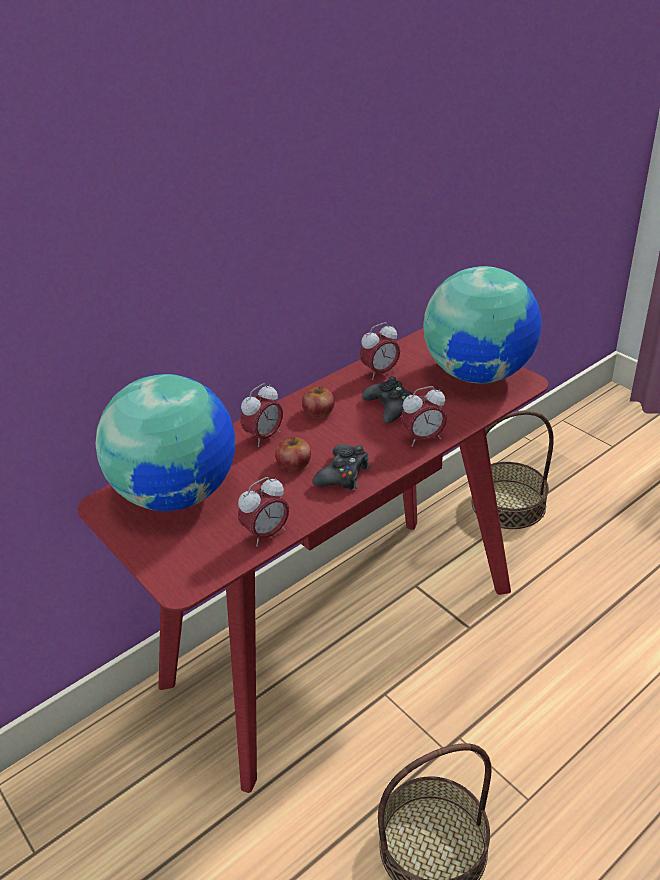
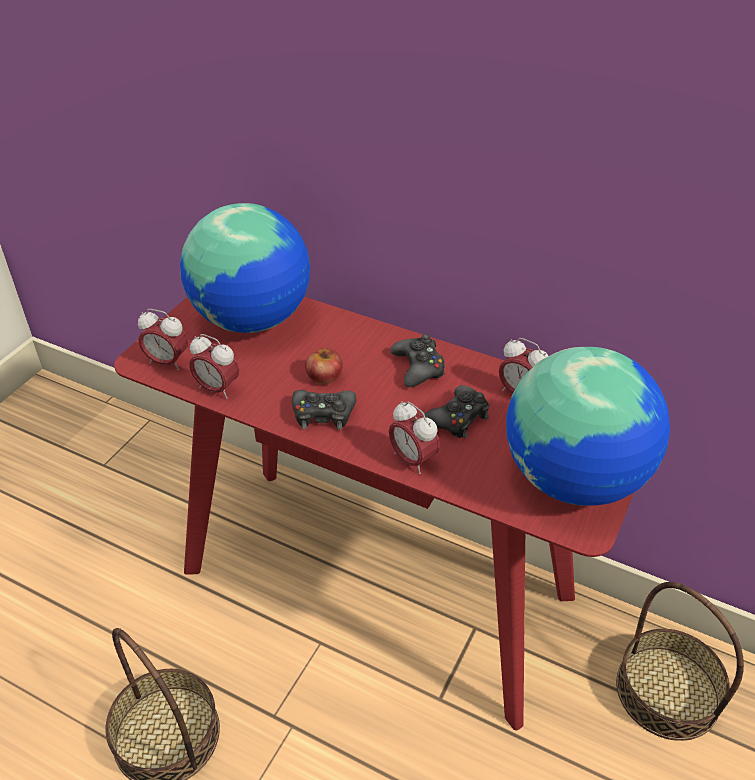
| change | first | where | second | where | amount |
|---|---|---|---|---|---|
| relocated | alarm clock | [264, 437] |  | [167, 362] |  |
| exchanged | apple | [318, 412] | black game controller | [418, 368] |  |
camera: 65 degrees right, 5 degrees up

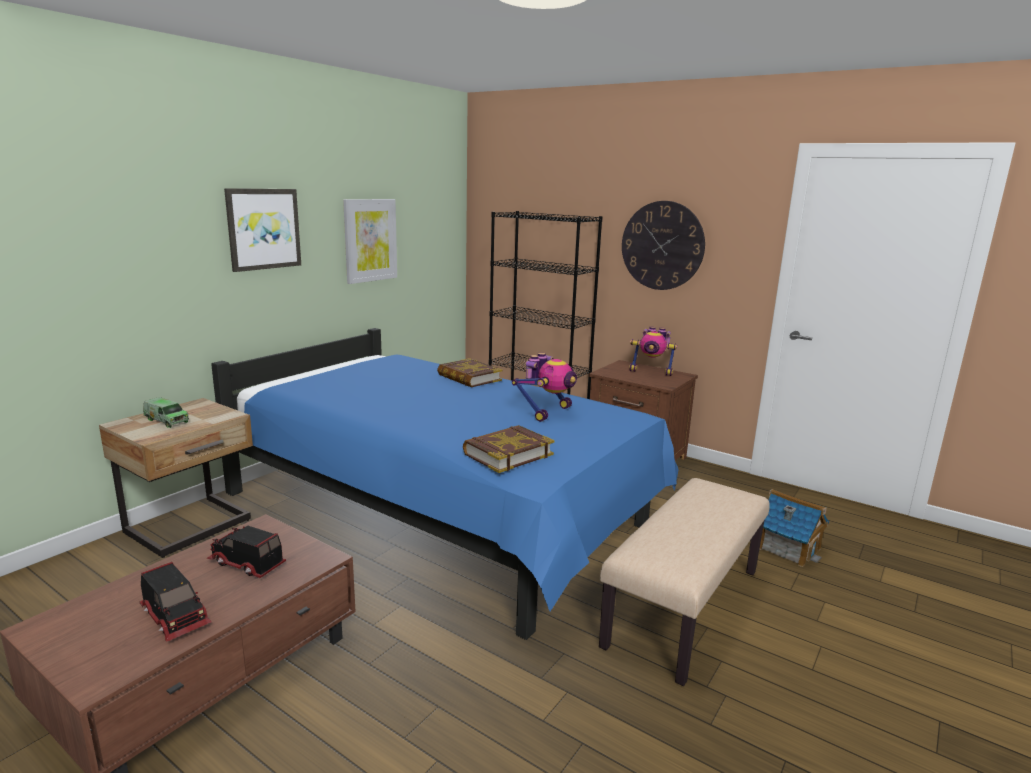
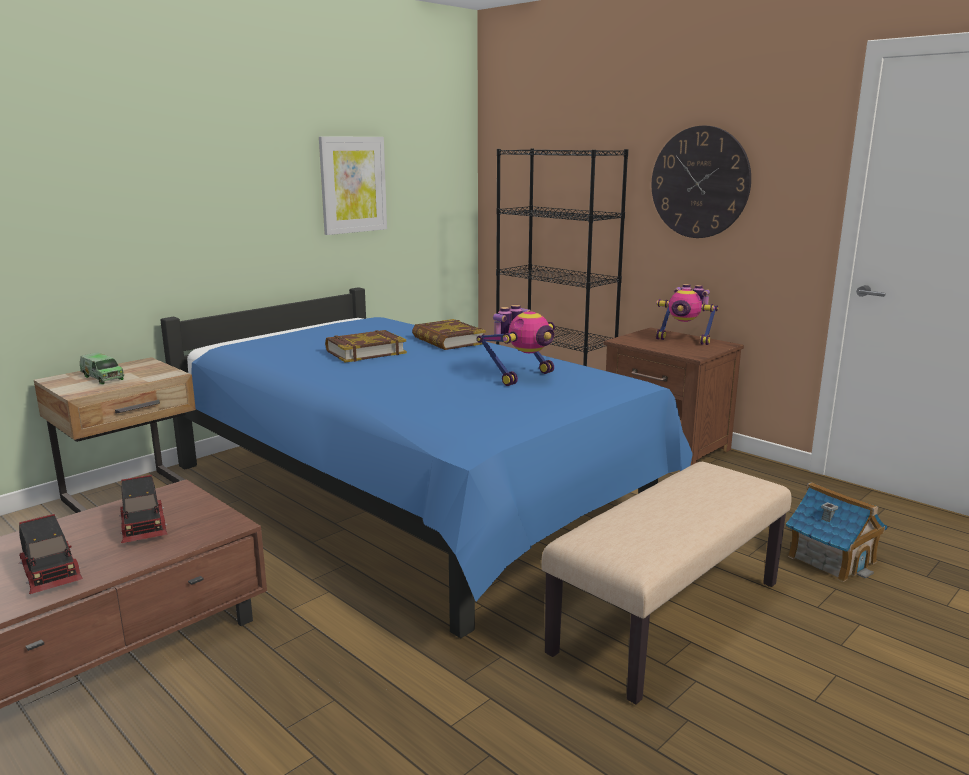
| change | first | where | second | where | amount |
|---|---|---|---|---|---|
| spun | toy truck | [246, 564] |  | [144, 526] | 150 degrees counterclockwise |
| relocated | book | [507, 454] |  | [365, 352] |  |
| missing | picture | [263, 229] |  |  |  |
camera: 10 degrees right, 0 degrees up

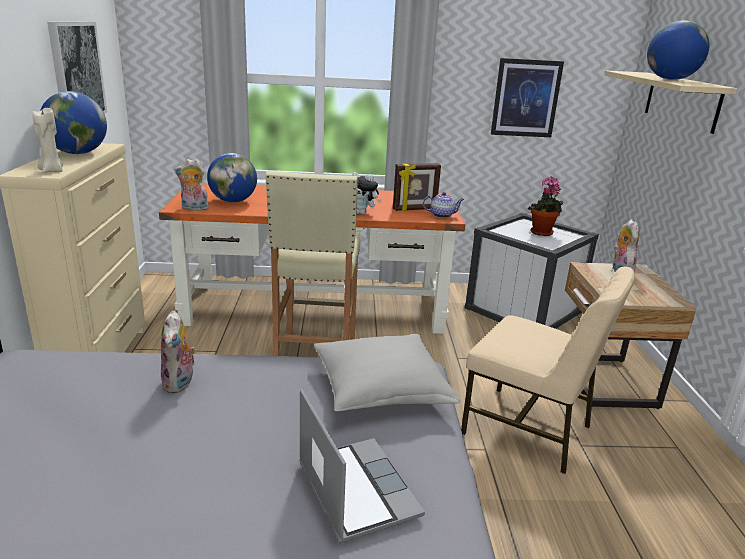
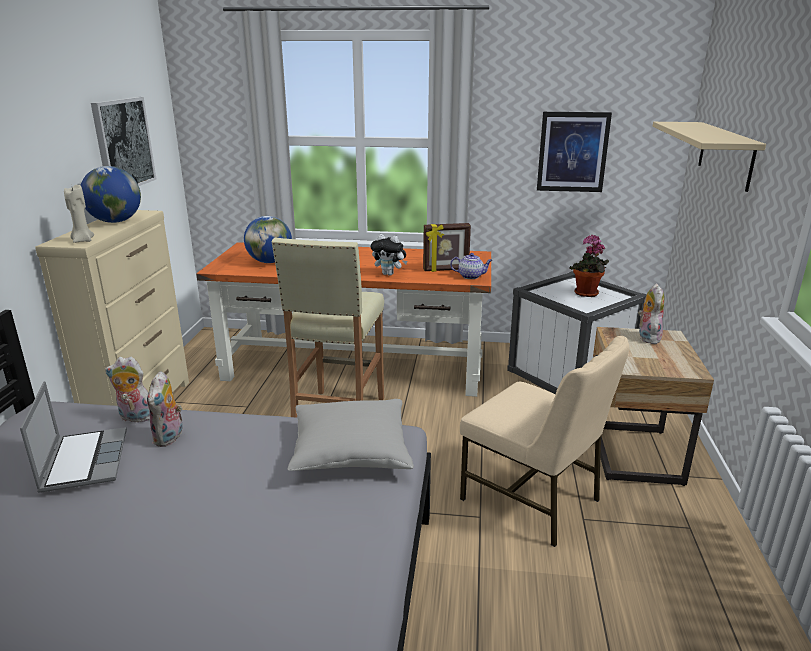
| change | first | where | second | where | amount |
|---|---|---|---|---|---|
| relocated | laptop | [355, 489] |  | [84, 460] |  |
| relocated | plush toy | [193, 209] |  | [135, 418] |  |
| missing | globe | [670, 79] |  |  |  |
camera: 10 degrees right, 0 degrees up

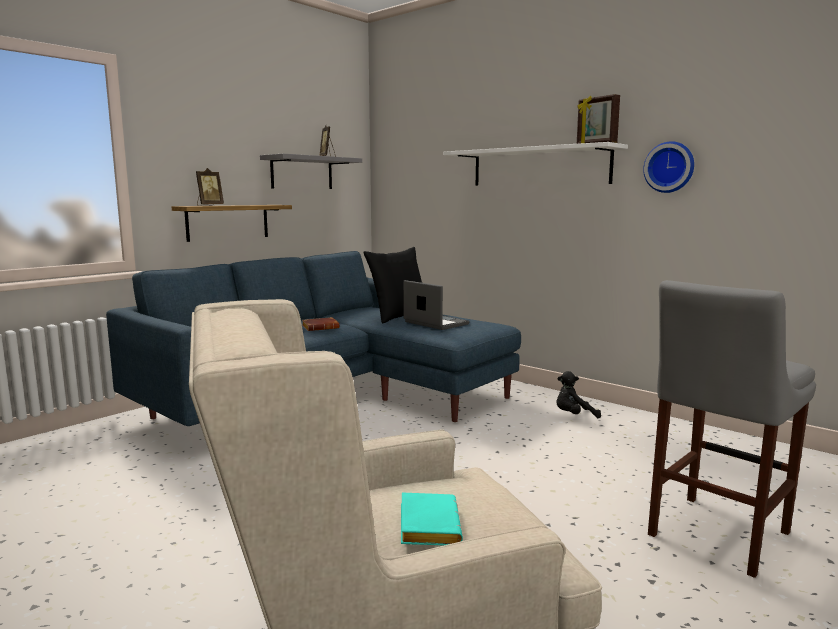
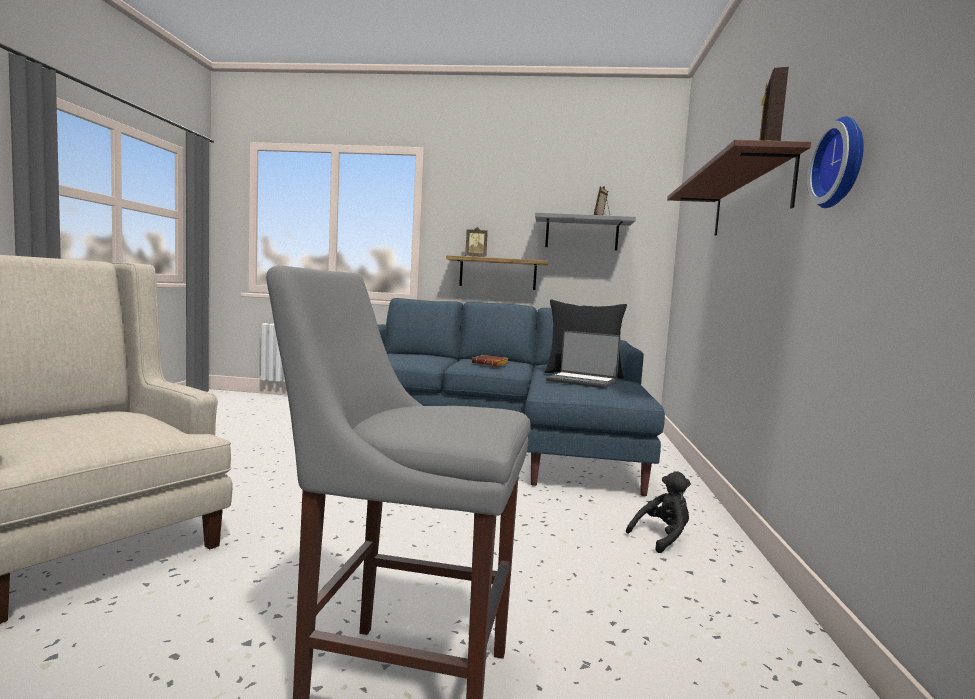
| change | first | where | second | where | amount |
|---|---|---|---|---|---|
| spun | laptop | [435, 323] |  | [582, 381] | 105 degrees clockwise |
| spun | black plush toy | [574, 416] |  | [662, 538] | 105 degrees clockwise |
| colour | white shelf | [539, 167] | brown shelf | [750, 200] |  |
| missing | turquoise book | [426, 525] |  |  |  |
camera: 55 degrees right, 5 degrees down

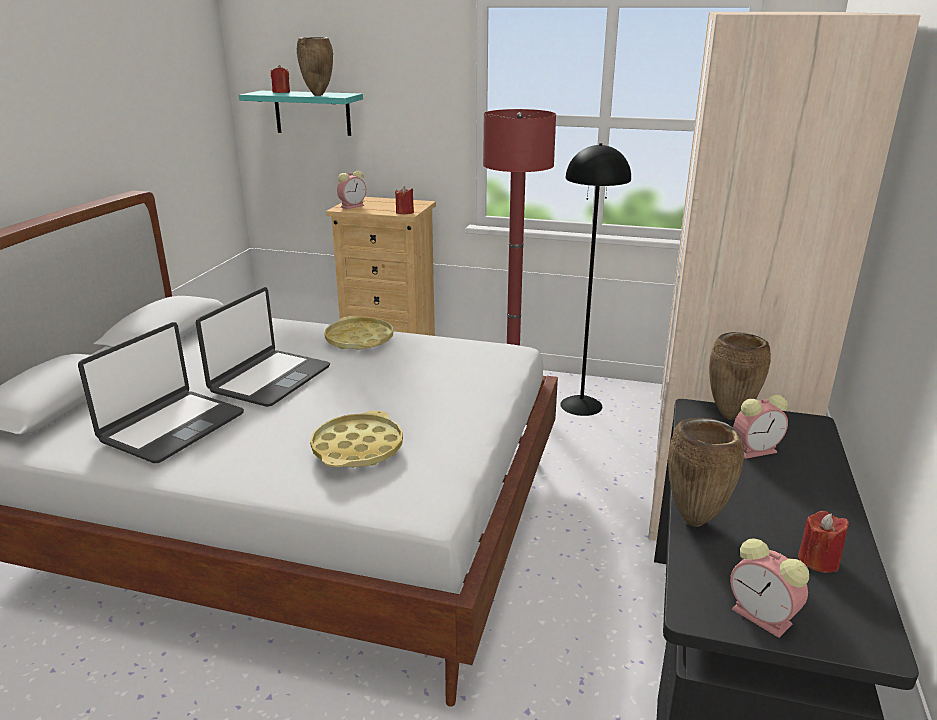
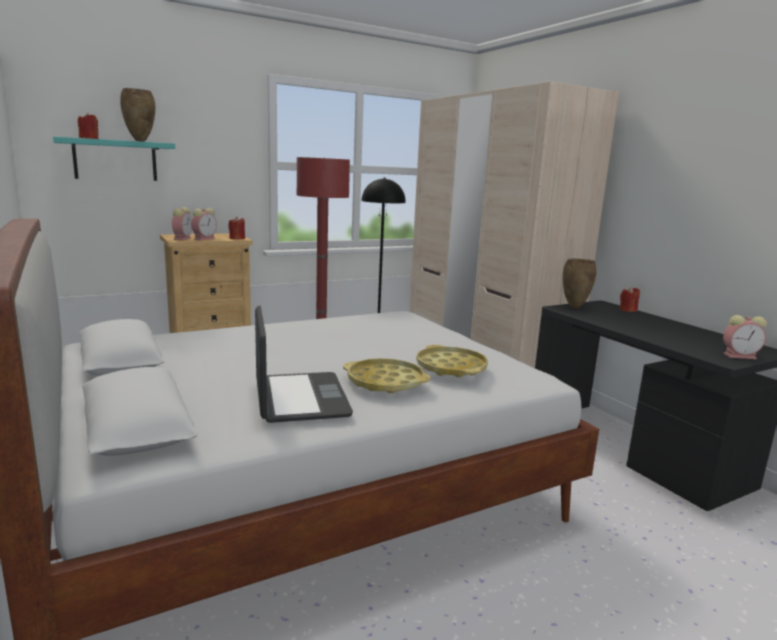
| change | first | where | second | where | amount |
|---|---|---|---|---|---|
| relocated | alarm clock | [756, 450] |  | [205, 239] |  |
| relocated | yellow tray | [359, 340] |  | [385, 382] |  |
| relocated | red candle | [818, 560] |  | [628, 310] |  |
| missing | laptop | [269, 379] |  |  |  |
| missing | brown vase | [695, 521] |  |  |  |
camera: 45 degrees left, 10 degrees down

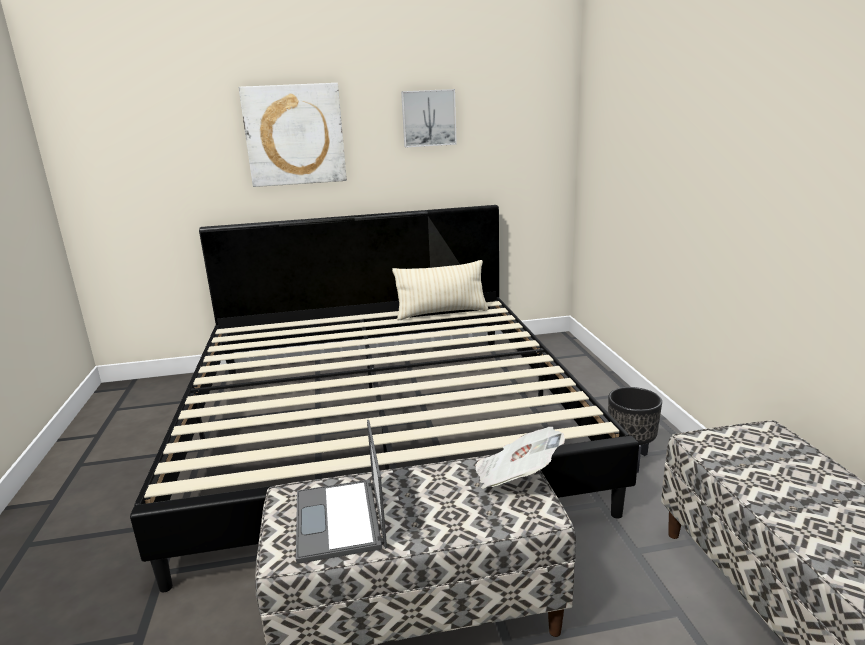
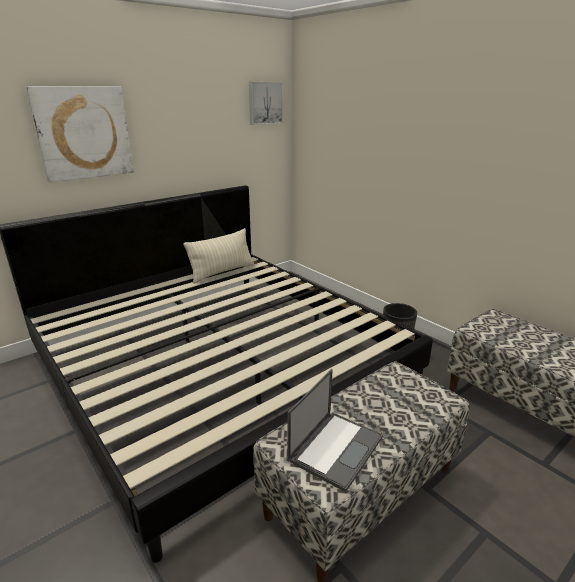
| change | first | where | second | where | amount |
|---|---|---|---|---|---|
| relocated | picture | [428, 118] |  | [265, 103] |  |
| spun | laptop | [340, 520] |  | [336, 447] | 105 degrees counterclockwise |
| missing | newspaper | [516, 477] |  |  |  |
camera: 30 degrees left, 5 degrees up

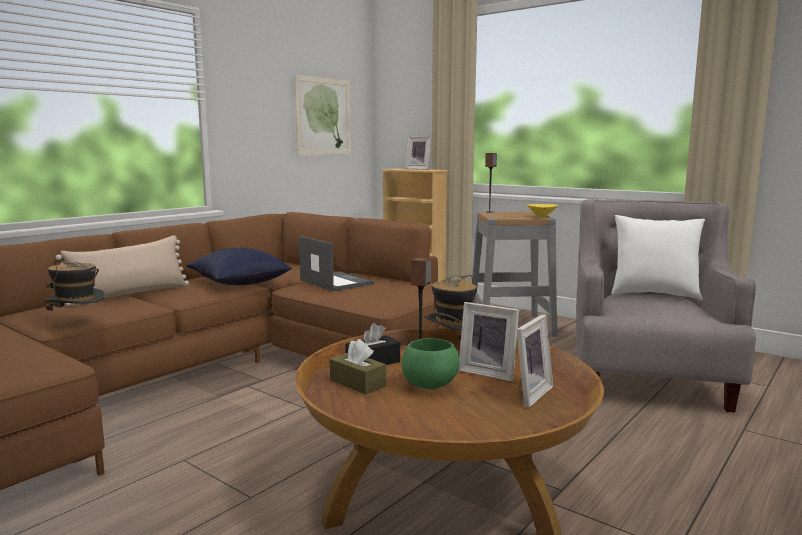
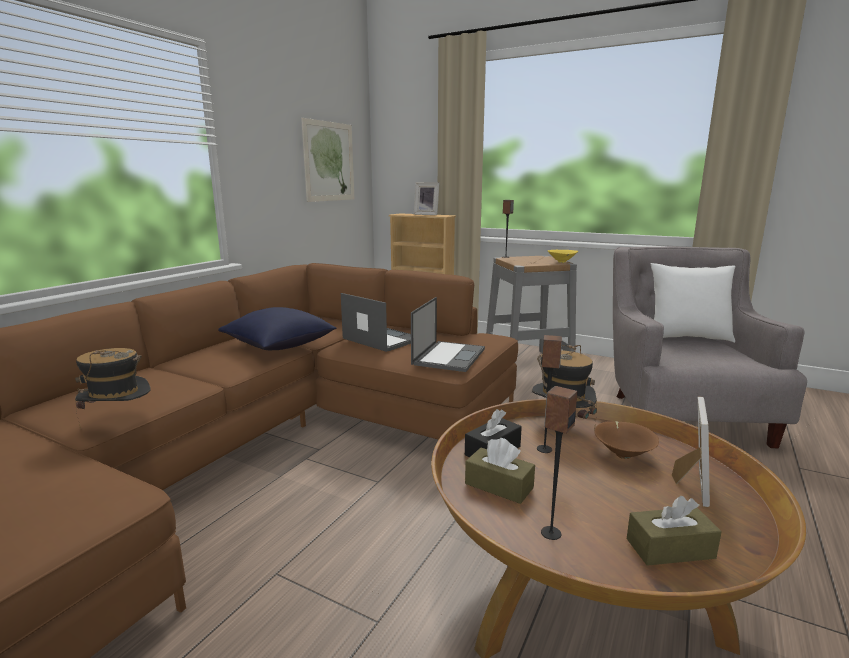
| change | first | where | second | where | amount |
|---|---|---|---|---|---|
| appeared |  |  | laptop | [449, 356] |  |
| appeared |  |  | speaker | [550, 533] |  |
| exchanged | picture frame | [489, 372] | brown bowl | [623, 454] |  |
| appeared |  |  | brown tissue box | [670, 548] |  |
| missing | beige pillow | [130, 294] |  |  |  |
| missing | green bowl | [430, 386] |  |  |  |
camera: 10 degrees left, 5 degrees up

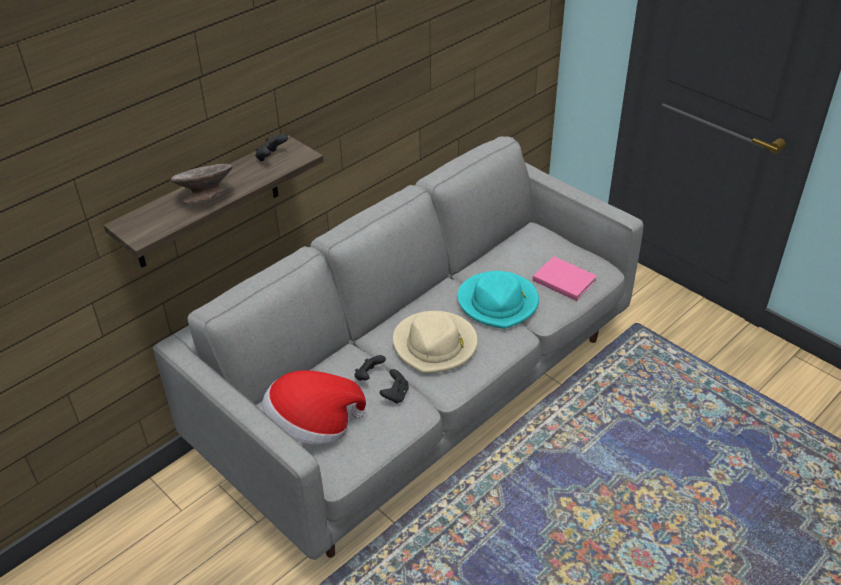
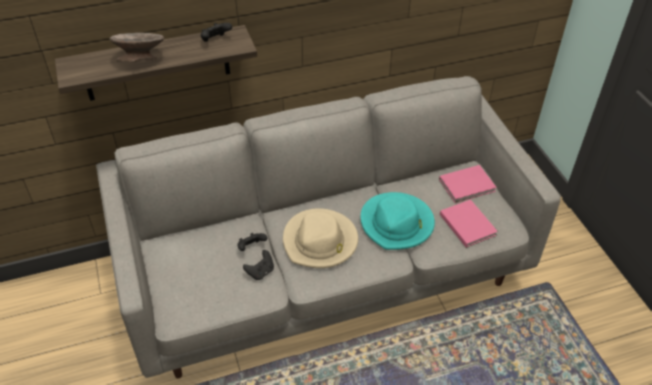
| change | first | where | second | where | amount |
|---|---|---|---|---|---|
| appeared |  |  | pink book | [468, 185] |  |
| missing | hat | [313, 426] |  |  |  |
camera: 25 degrees right, 5 degrees up

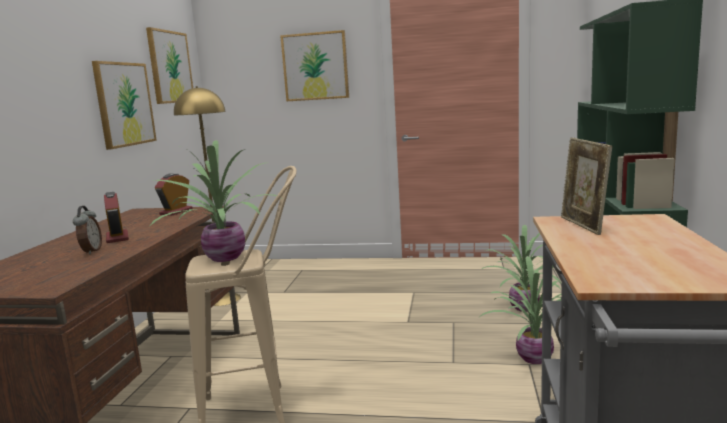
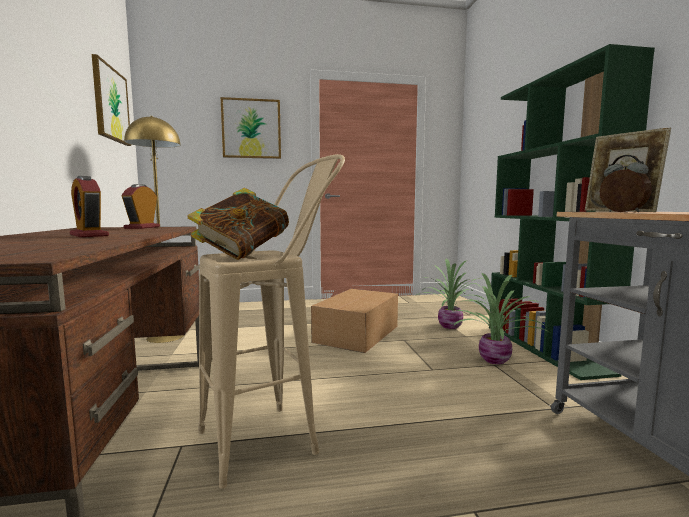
| change | first | where | second | where | amount |
|---|---|---|---|---|---|
| exchanged | potted plant | [222, 258] | book | [242, 255] |  |
| appeared |  |  | cardboard box | [358, 333] |  |
| relocated | alarm clock | [91, 251] |  | [621, 212] |  |
| missing | picture | [124, 104] |  |  |  |
camera: 20 degrees left, 5 degrees down

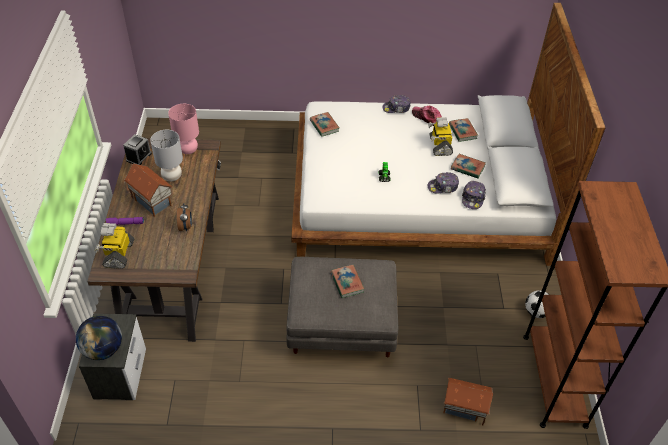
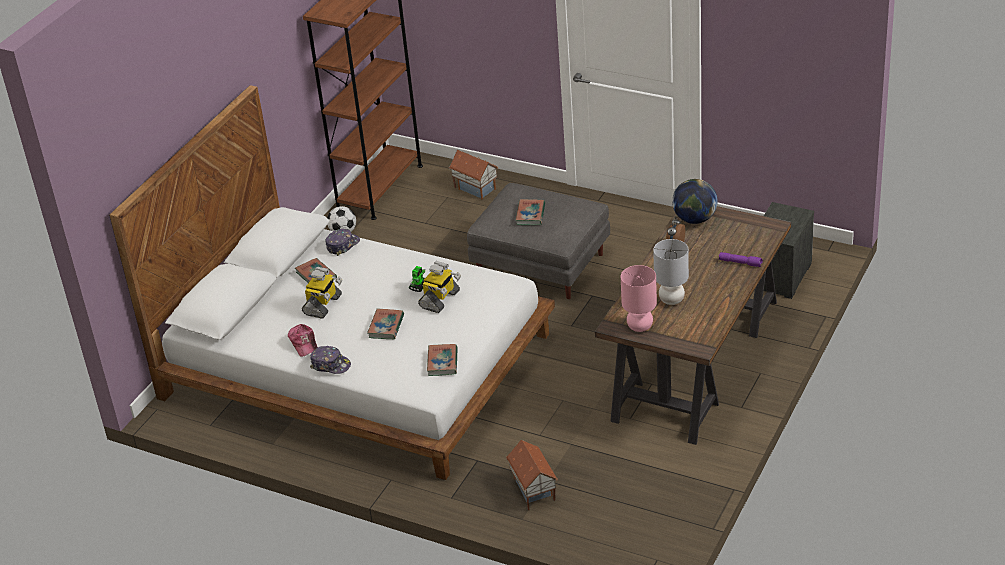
| change | first | where | second | where | amount |
|---|---|---|---|---|---|
| relocated | book | [462, 131] |  | [386, 326] |  |
| relocated | toy robot | [118, 254] |  | [440, 300] |  |
| relocated | toy house | [152, 200] |  | [532, 490] |  |
| relocated | globe | [103, 349] |  | [694, 219] |  |
| missing | alarm clock | [139, 157] |  |  |  |
| missing | cap | [443, 187] |  |  |  |
camera: 150 degrees left, 10 degrees down

